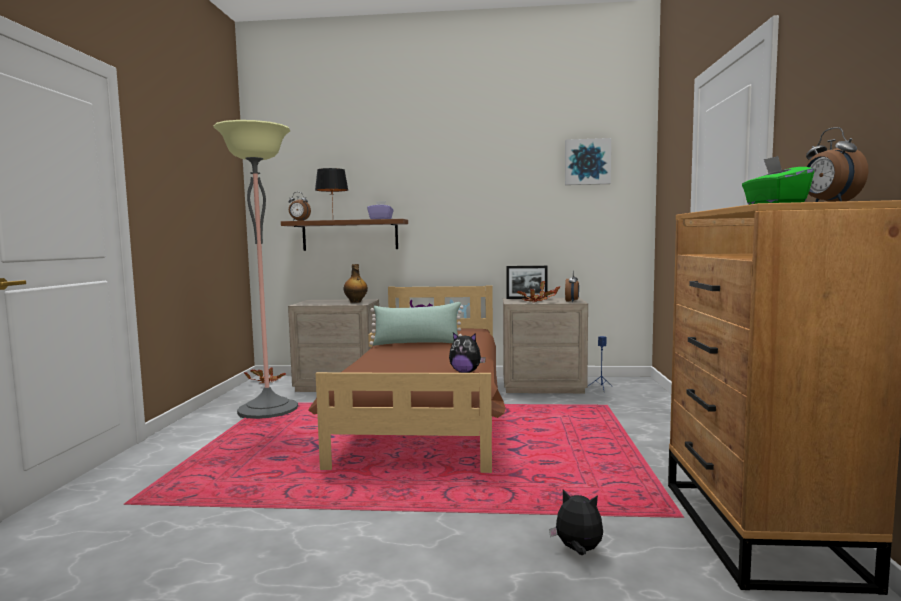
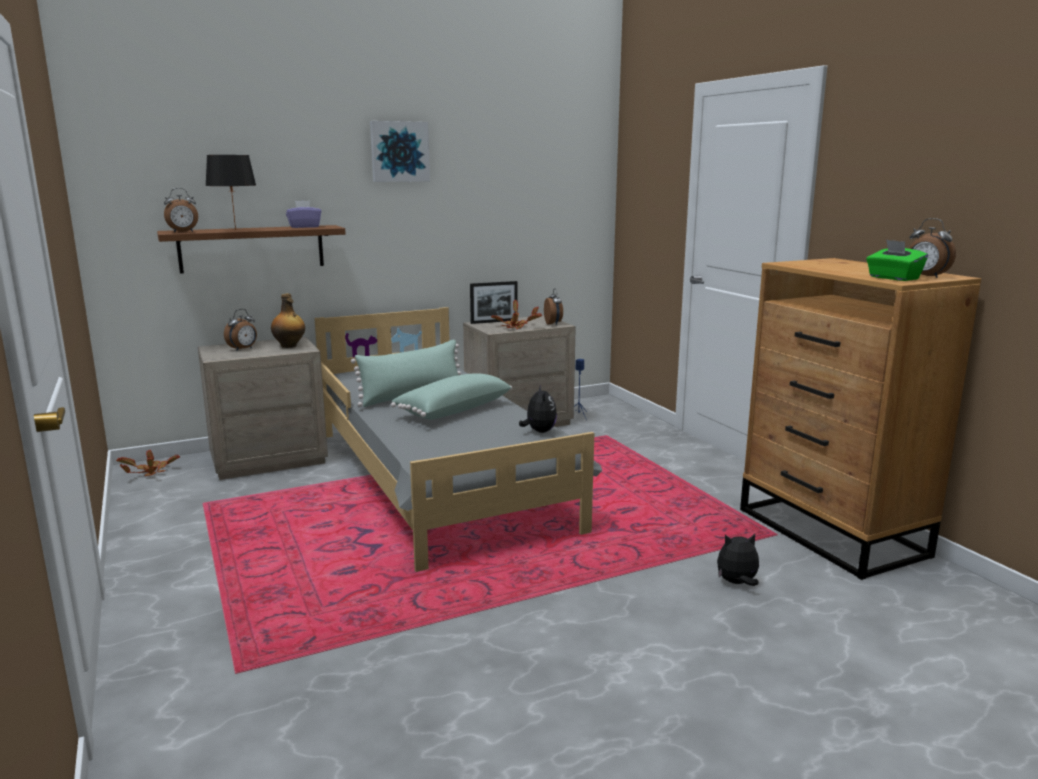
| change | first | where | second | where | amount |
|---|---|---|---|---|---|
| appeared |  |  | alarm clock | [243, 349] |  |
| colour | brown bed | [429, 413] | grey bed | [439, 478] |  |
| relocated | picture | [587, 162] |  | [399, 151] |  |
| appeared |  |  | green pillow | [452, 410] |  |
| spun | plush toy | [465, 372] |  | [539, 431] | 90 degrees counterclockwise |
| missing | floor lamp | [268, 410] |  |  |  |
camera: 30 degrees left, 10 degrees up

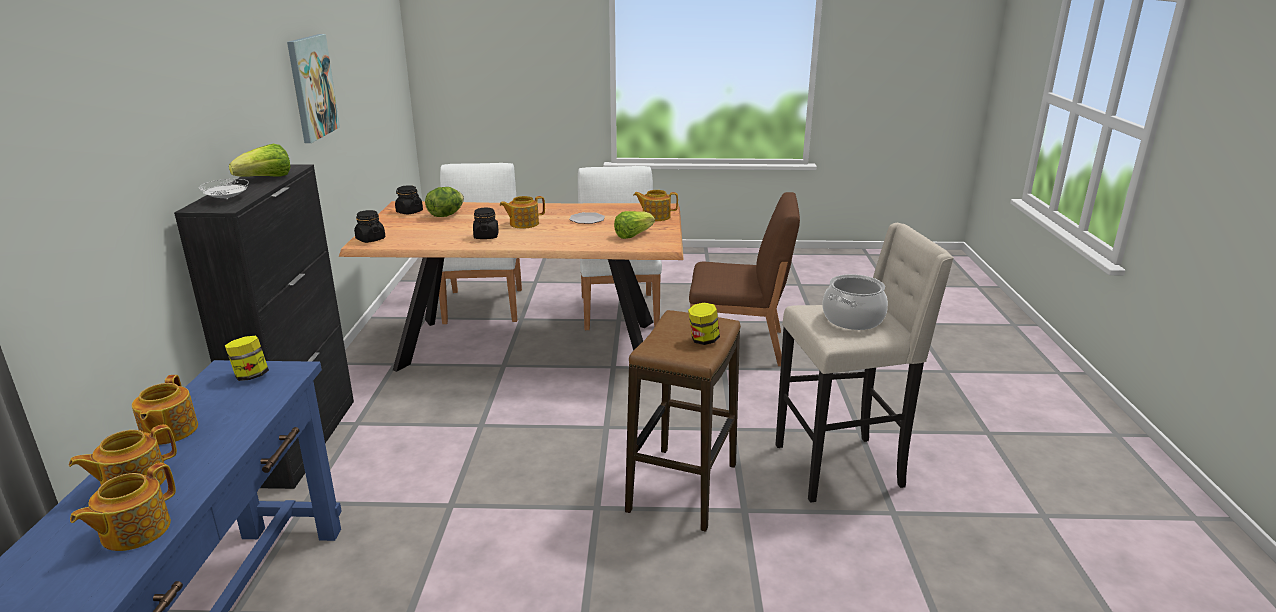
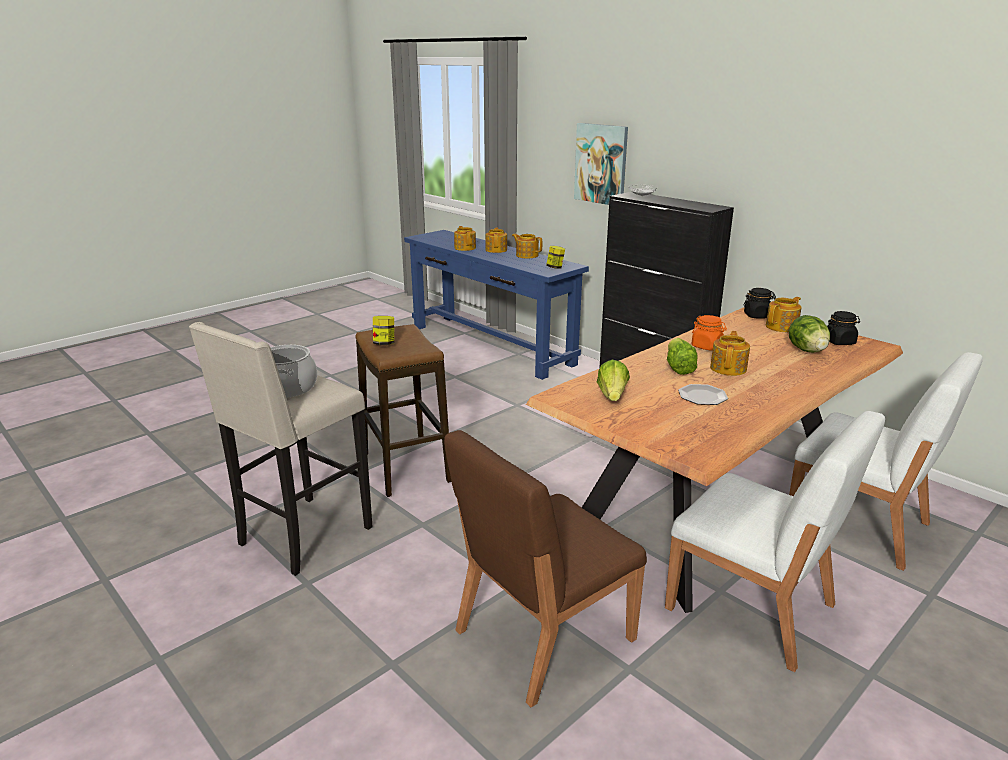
| change | first | where | second | where | amount |
|---|---|---|---|---|---|
| relocated | picture | [311, 87] |  | [601, 164] |  |
| relocated | lettuce | [266, 178] |  | [678, 368] |  |
| colour | black jar | [486, 236] | orange jar | [707, 346] |  |
| relocated | teapot | [655, 216] |  | [782, 327] |  |
camera: 135 degrees right, 0 degrees up

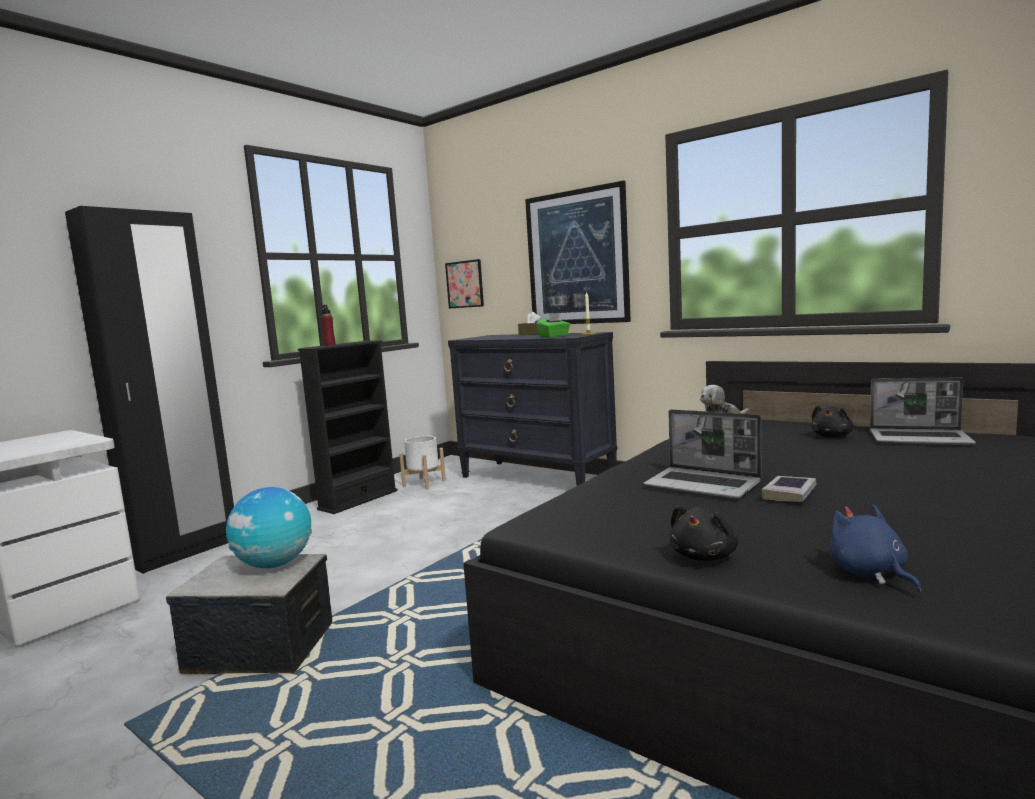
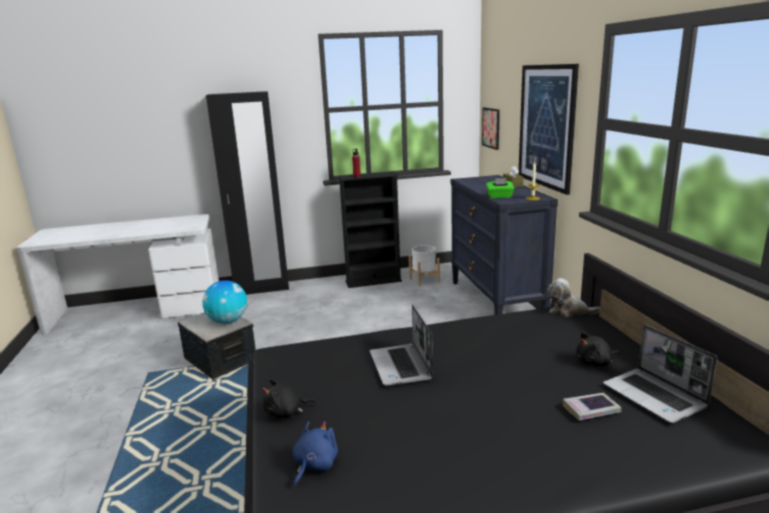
| change | first | where | second | where | amount |
|---|---|---|---|---|---|
| relocated | book | [789, 493] |  | [591, 410] |  |
camera: 40 degrees right, 10 degrees up

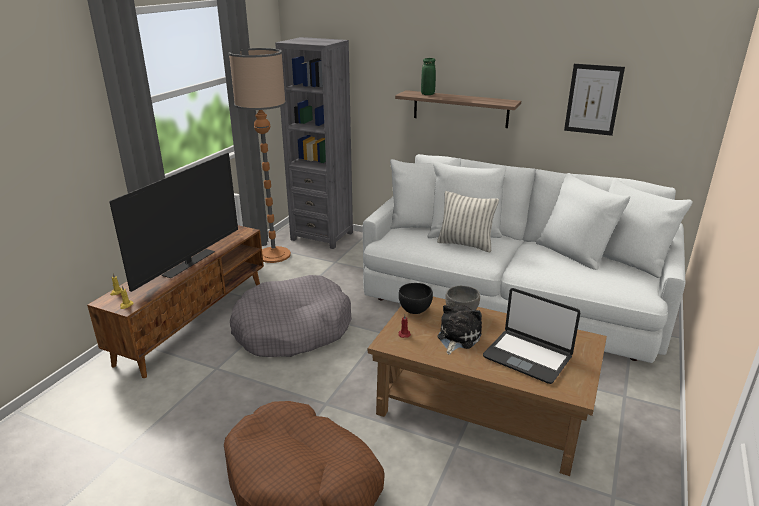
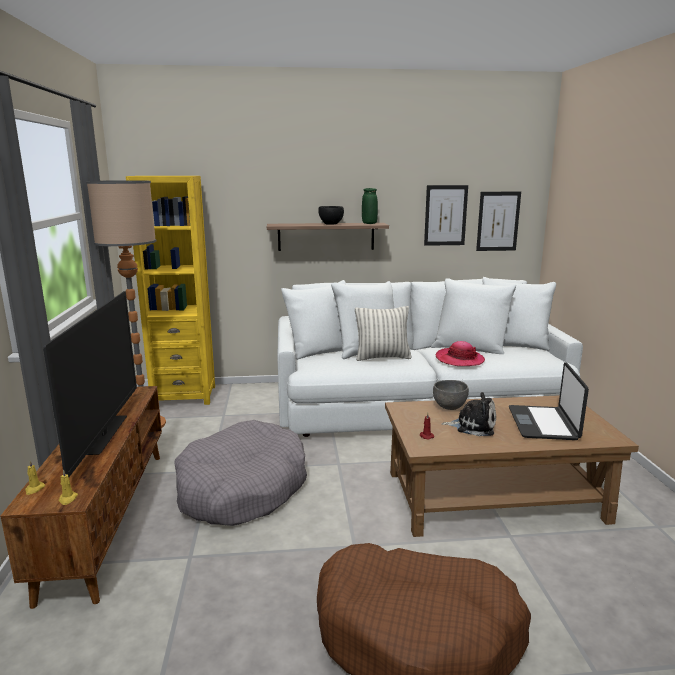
| change | first | where | second | where | amount |
|---|---|---|---|---|---|
| colour | grey bookcase | [322, 236] | yellow bookcase | [184, 396] |  |
| relocated | black bowl | [415, 310] |  | [331, 224] |  |
| relocated | green vase | [427, 94] |  | [369, 223] |  |
| appeared |  |  | hat | [459, 359] |  |
| spun | plush toy | [457, 337] |  | [473, 426] | 105 degrees clockwise |
| appeared |  |  | picture | [498, 221] |  |
| spun | laptop | [527, 356] |  | [543, 424] | 90 degrees clockwise |
camera: 30 degrees left, 10 degrees down

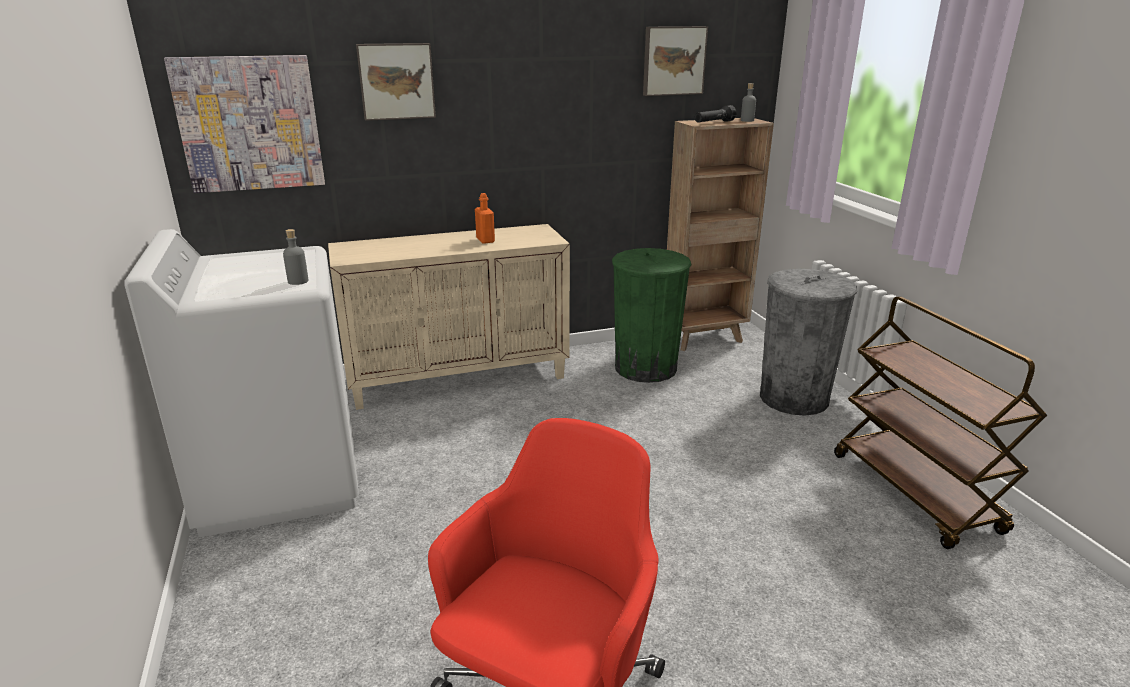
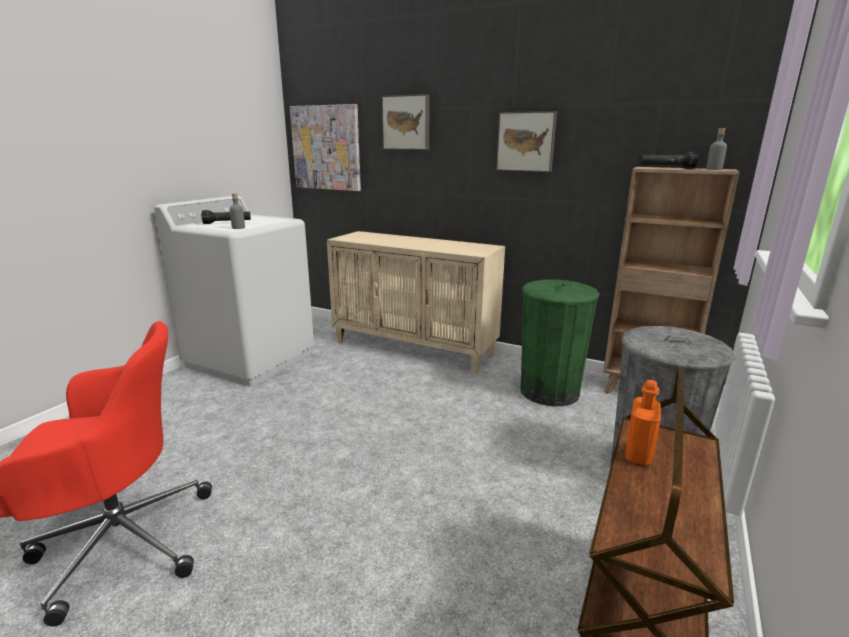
| change | first | where | second | where | amount |
|---|---|---|---|---|---|
| appeared |  |  | black flashlight | [227, 223] |  |
| relocated | picture | [673, 61] |  | [526, 142] |  |
| relocated | orange bottle | [485, 240] |  | [638, 454] |  |
camera: 45 degrees right, 5 degrees down

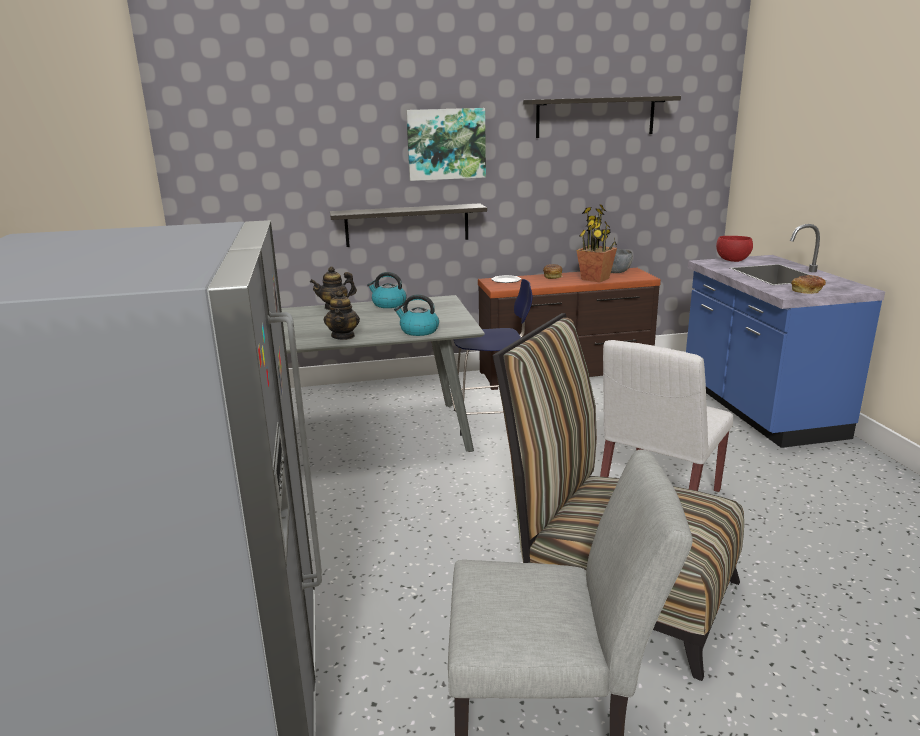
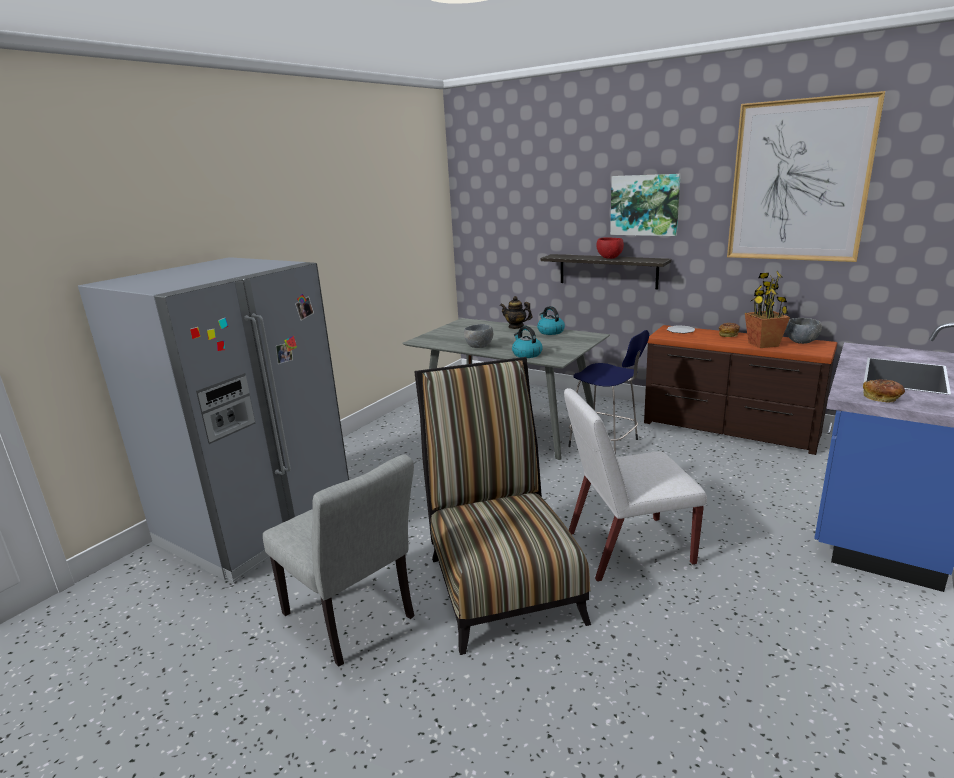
| change | first | where | second | where | amount |
|---|---|---|---|---|---|
| exchanged | teapot | [343, 336] | grey bowl | [479, 347] |  |
| relocated | red bowl | [733, 261] |  | [609, 258] |  |
| exchanged | shelf | [595, 117] | picture | [798, 182] |  |
camera: 45 degrees right, 0 degrees up

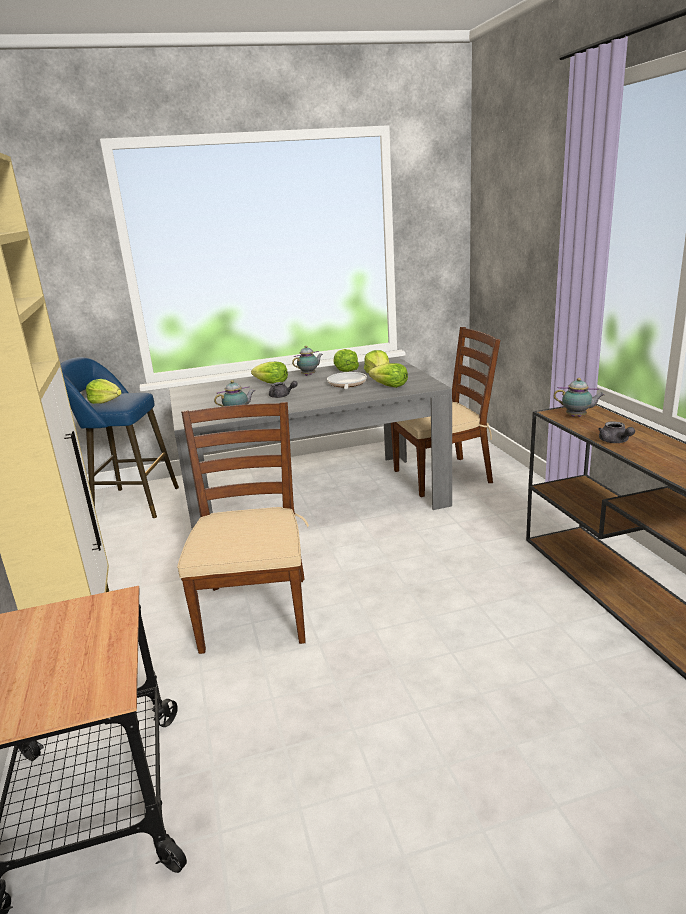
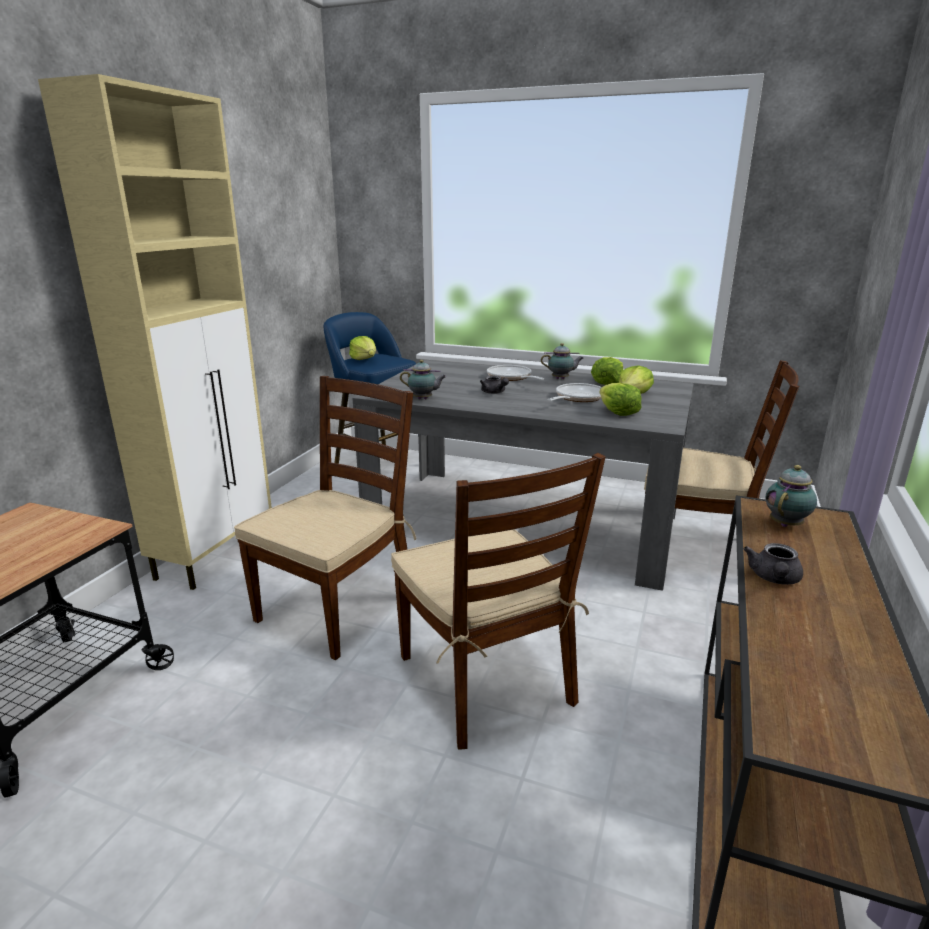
| change | first | where | second | where | amount |
|---|---|---|---|---|---|
| appeared |  |  | brown chair | [486, 680] |  |
| exchanged | lettuce | [271, 383] | frying pan | [511, 378] |  |
| spun | teapot | [577, 416] |  | [786, 524] | 105 degrees counterclockwise |
camera: 35 degrees right, 0 degrees up

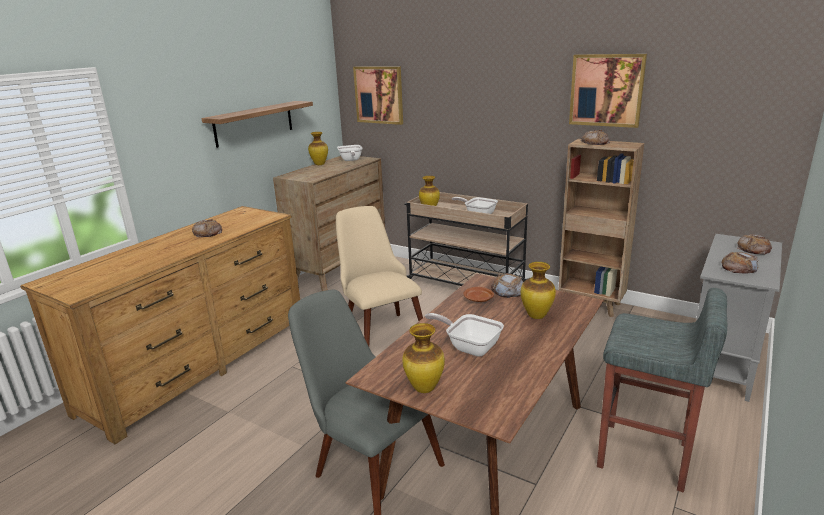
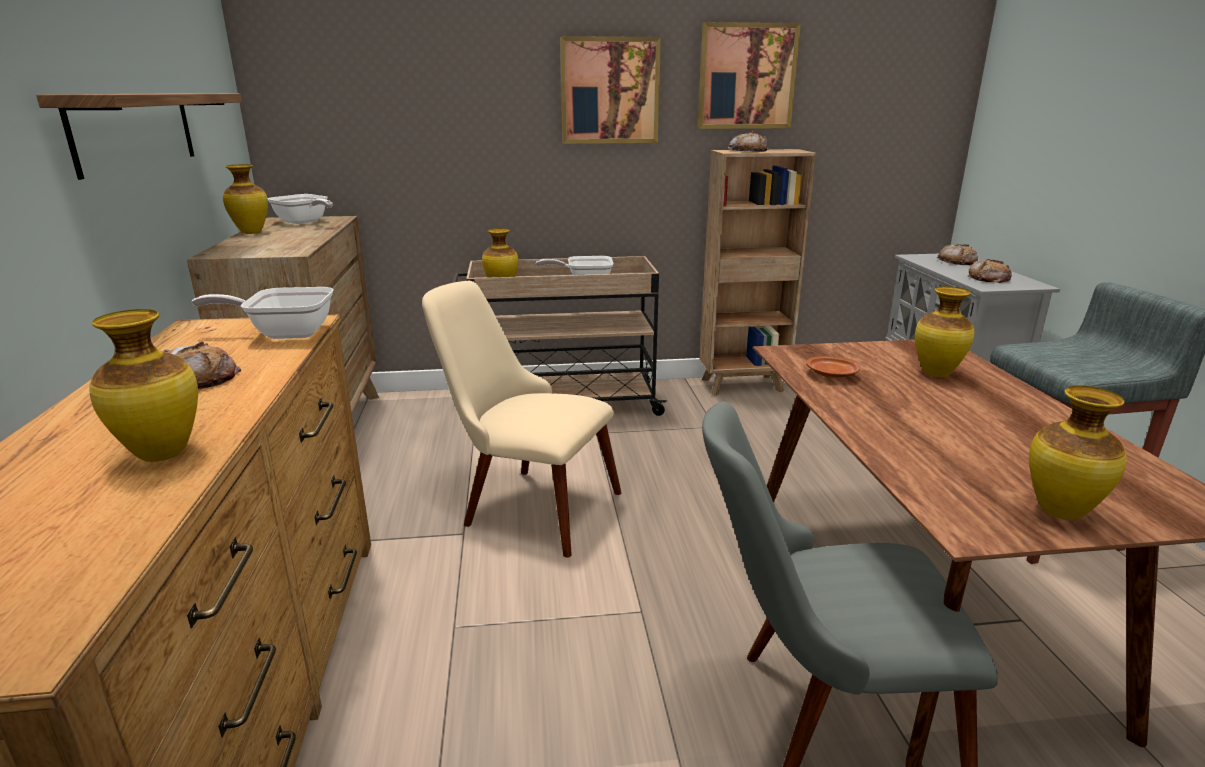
| change | first | where | second | where | amount |
|---|---|---|---|---|---|
| appeared |  |  | vase | [163, 455] |  |
| relocated | frying pan | [469, 346] |  | [285, 333] |  |
| relocated | picture | [379, 95] |  | [609, 91] |  |
| missing | bread | [507, 290] |  |  |  |
camera: 40 degrees left, 0 degrees up

